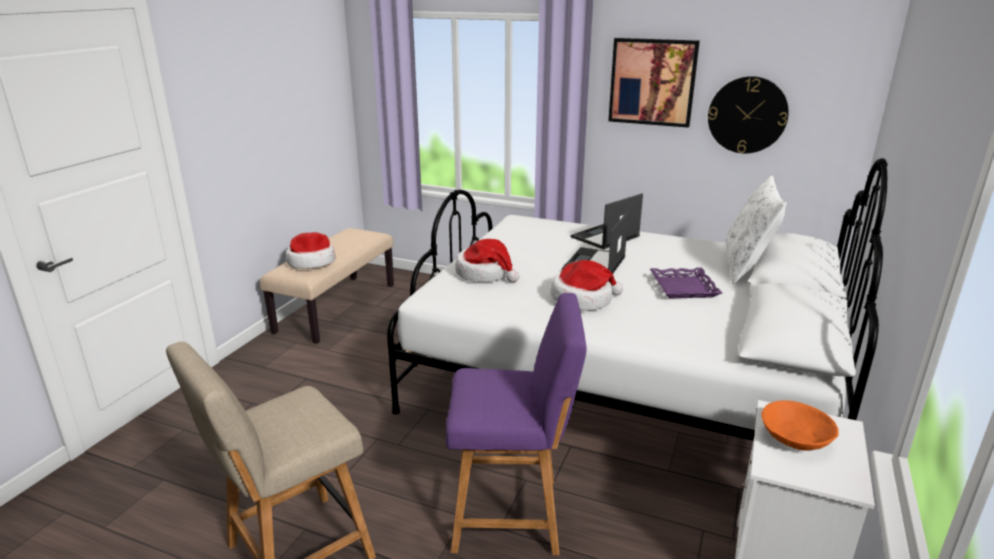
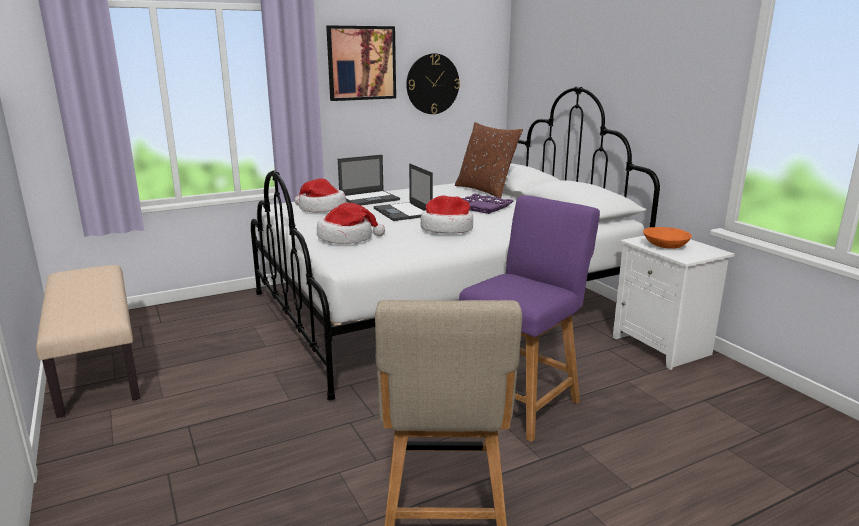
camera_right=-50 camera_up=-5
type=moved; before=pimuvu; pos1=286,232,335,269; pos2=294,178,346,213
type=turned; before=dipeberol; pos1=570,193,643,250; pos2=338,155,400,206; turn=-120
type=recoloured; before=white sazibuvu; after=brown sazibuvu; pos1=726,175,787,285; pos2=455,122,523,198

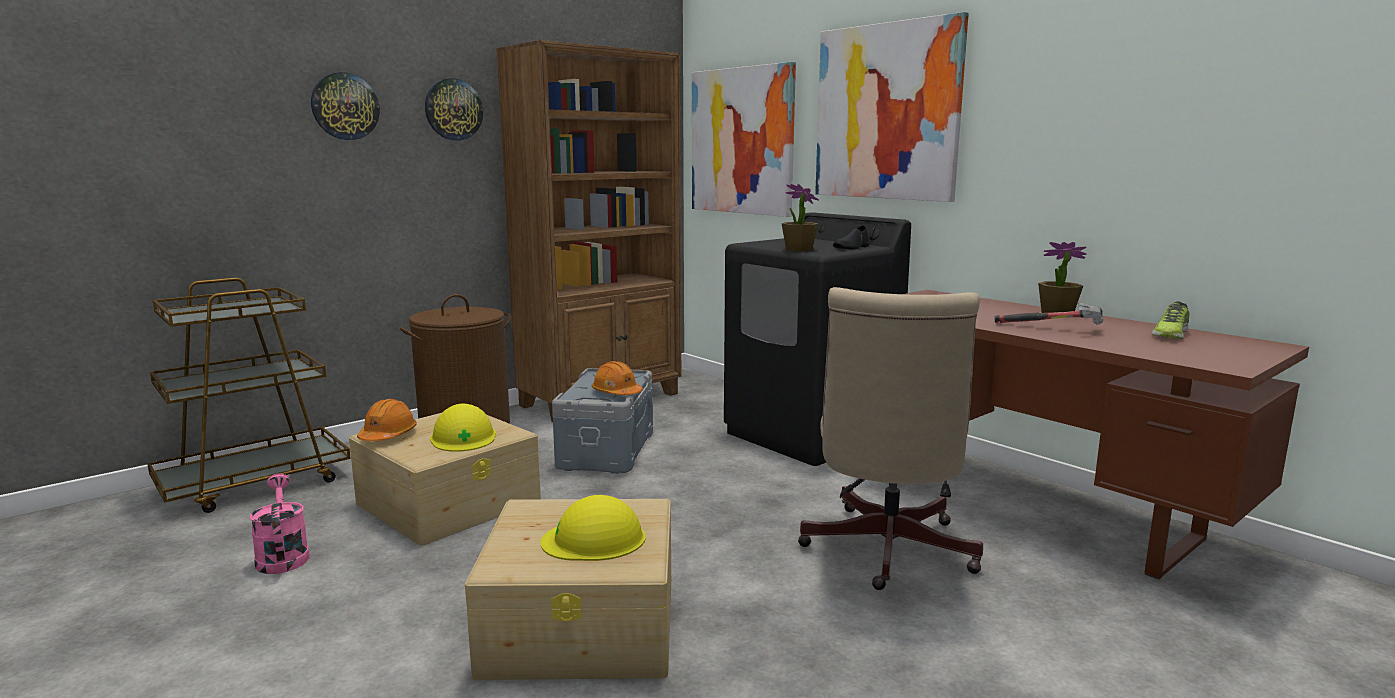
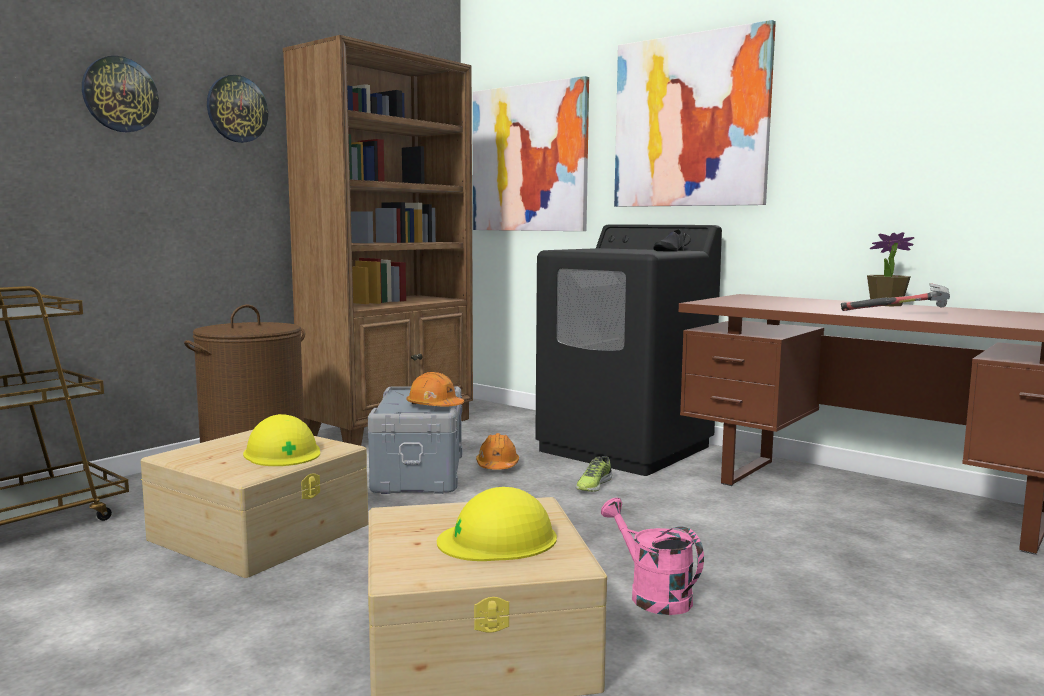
camera_right=-10 camera_up=-5
type=moved; before=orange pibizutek; pos1=357,399,417,441; pos2=476,433,519,470
type=moved; before=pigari; pos1=1152,301,1189,339; pos2=576,456,612,492
type=moved; before=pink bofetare; pos1=250,474,309,574; pos2=601,498,704,615
type=removed; before=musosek; pos1=781,184,819,251
type=removed; before=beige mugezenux; pos1=798,287,983,590

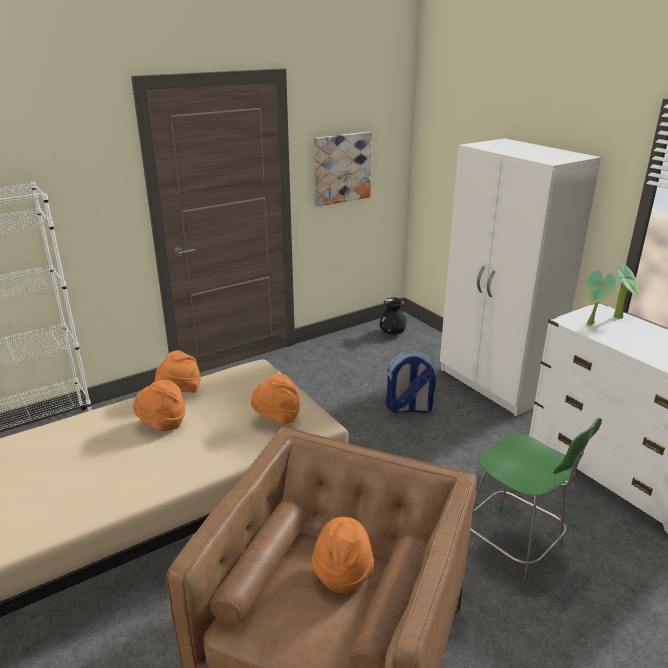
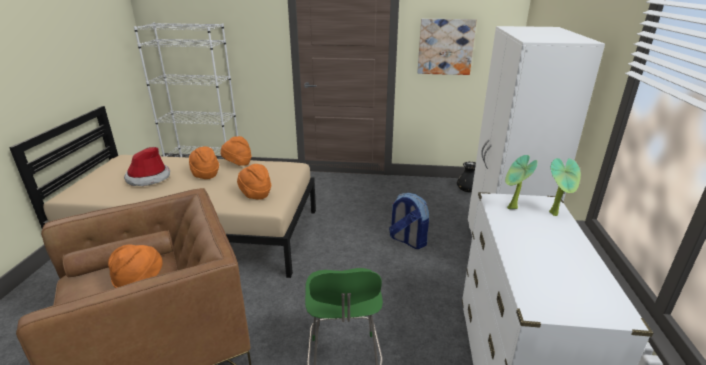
camera_right=40 camera_up=0
type=added; after=pimuvu; pos2=124,147,170,186

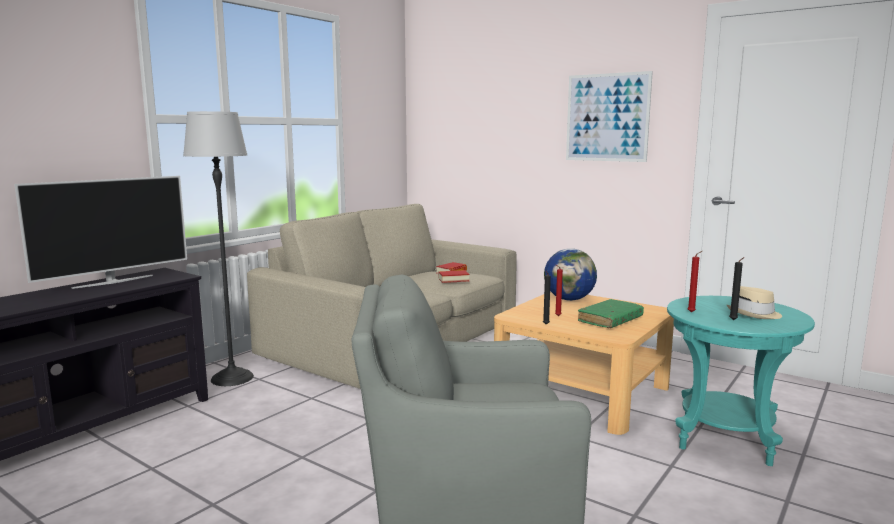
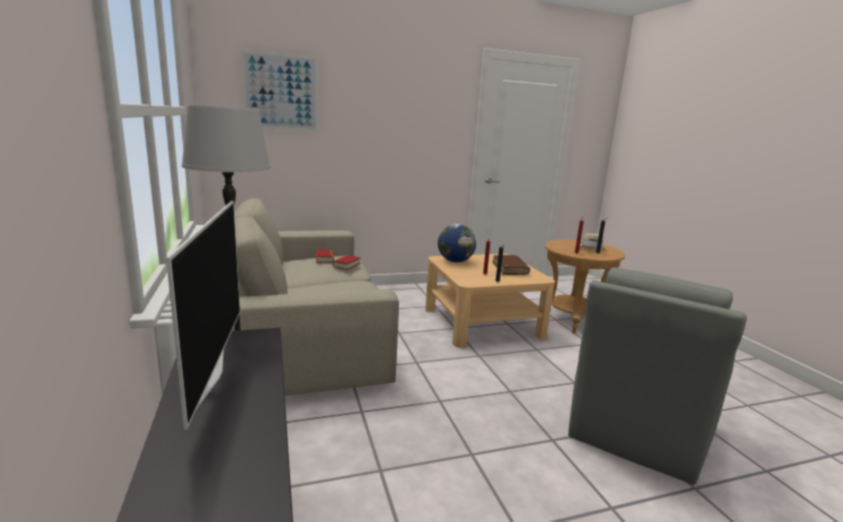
camera_right=-55 camera_up=5
type=moved; before=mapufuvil; pos1=566,71,653,162; pos2=241,50,318,131
type=recoloured; before=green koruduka; after=brown koruduka; pos1=578,299,644,328; pos2=493,255,530,275
type=recoloured; before=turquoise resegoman; after=brown resegoman; pos1=667,296,815,466; pos2=545,239,625,334

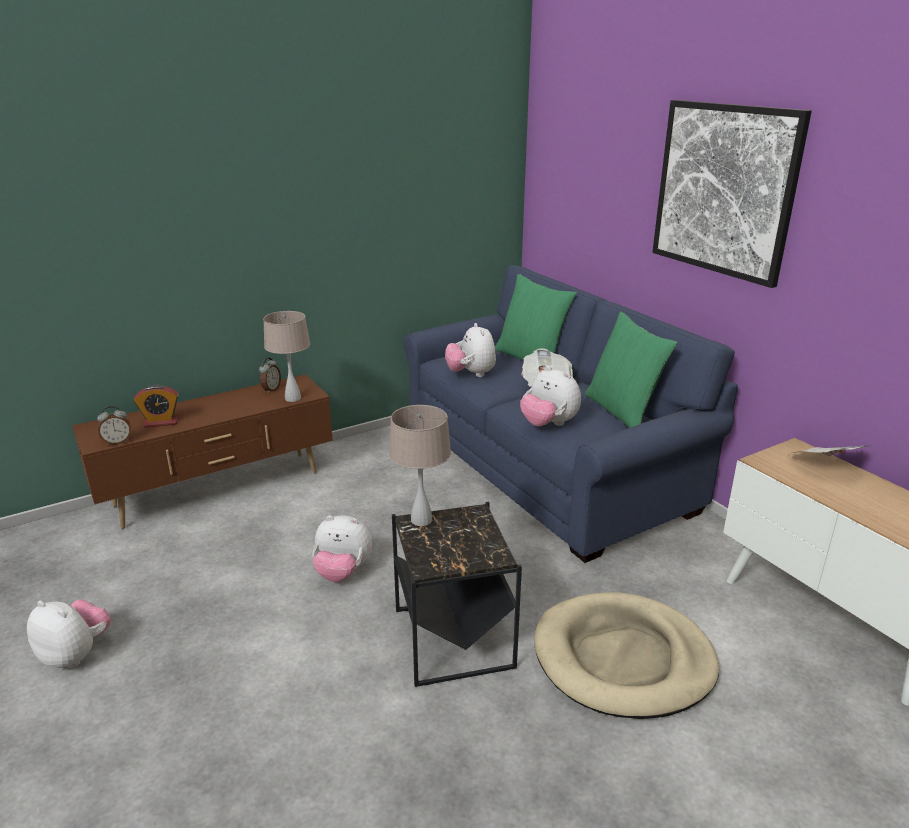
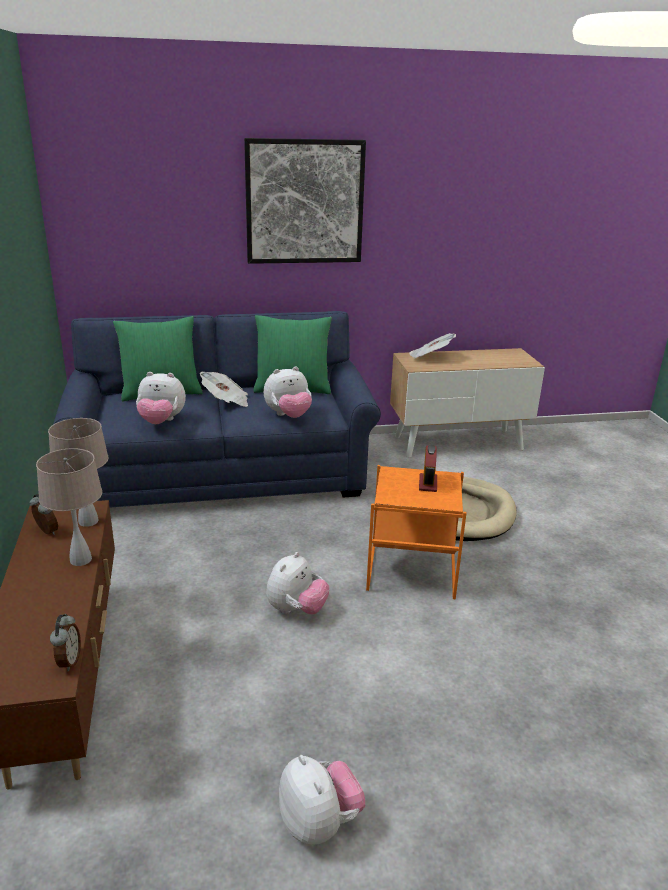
camera_right=-70 camera_up=0
type=moved; before=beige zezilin; pos1=389,405,451,526; pos2=36,448,102,566
type=turned; before=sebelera; pos1=27,599,111,668; pos2=279,755,365,845; turn=105
type=recoloured; before=black resegoman; after=orange resegoman; pos1=392,501,522,687; pos2=366,465,466,599
type=moved; before=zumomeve; pos1=134,385,179,428; pos2=419,444,437,492

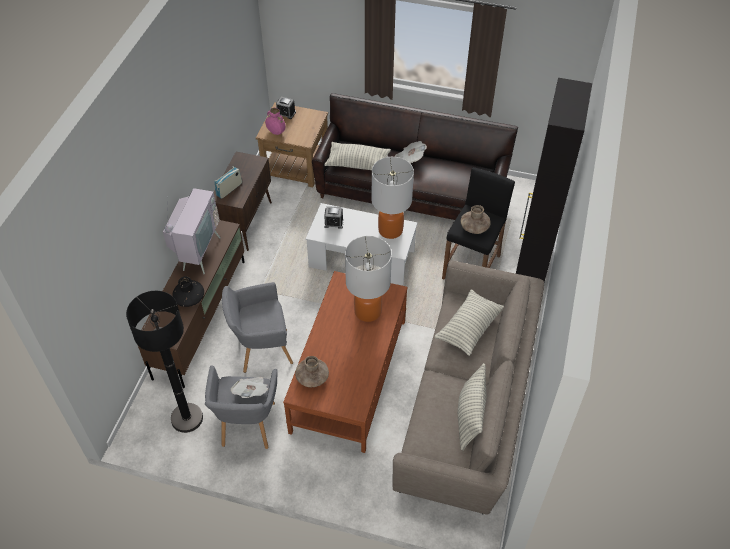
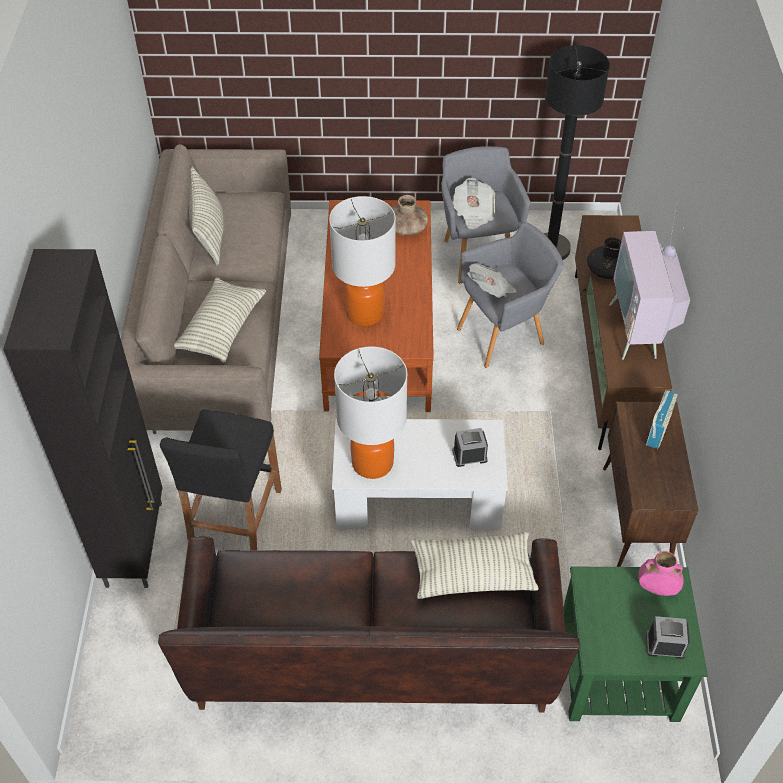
camera_right=165 camera_up=0
type=moved; before=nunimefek; pos1=395,141,427,163; pos2=467,263,516,298
type=recoloured; before=brown resegoman; after=green resegoman; pos1=256,102,328,187; pos2=563,566,708,722
type=removed; before=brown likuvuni; pos1=461,205,491,234

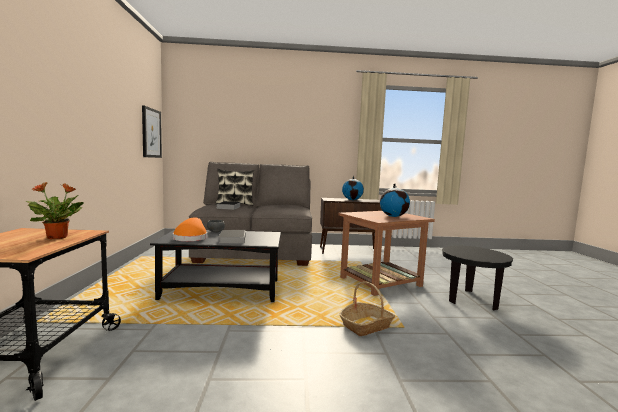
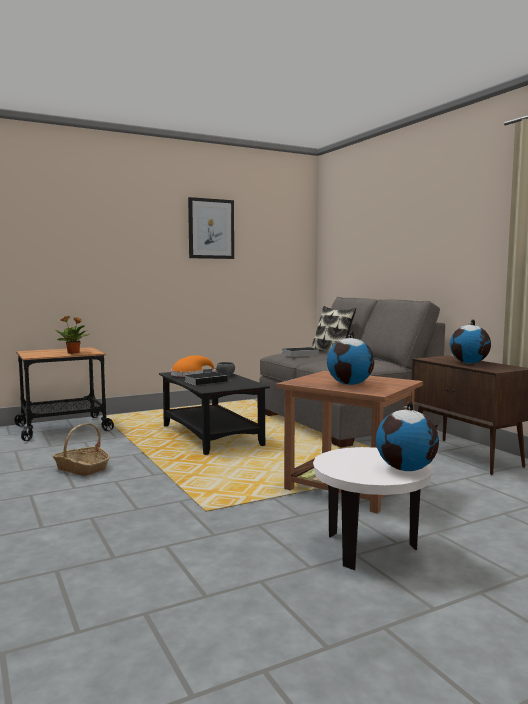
camera_right=65 camera_up=0
type=moved; before=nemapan; pos1=340,281,395,336; pos2=52,423,110,476
type=moved; before=mapufuvil; pos1=142,106,162,158; pos2=188,197,234,259
type=recoloured; before=black resegoman; after=white resegoman; pos1=442,246,513,310; pos2=313,447,433,570
type=added; after=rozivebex; pos2=376,401,439,471

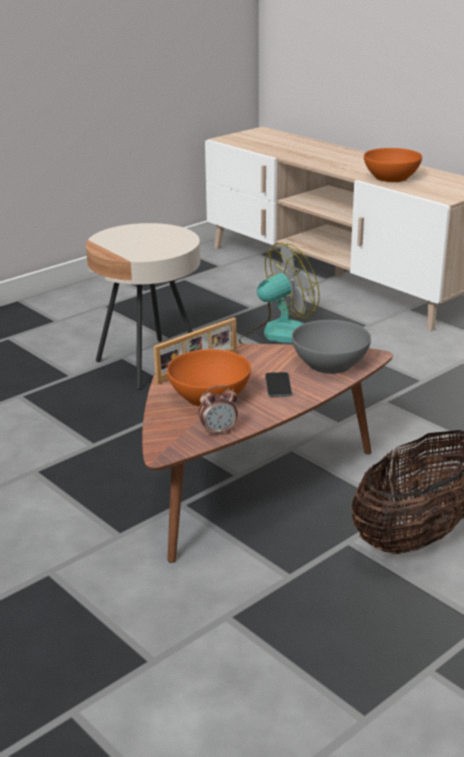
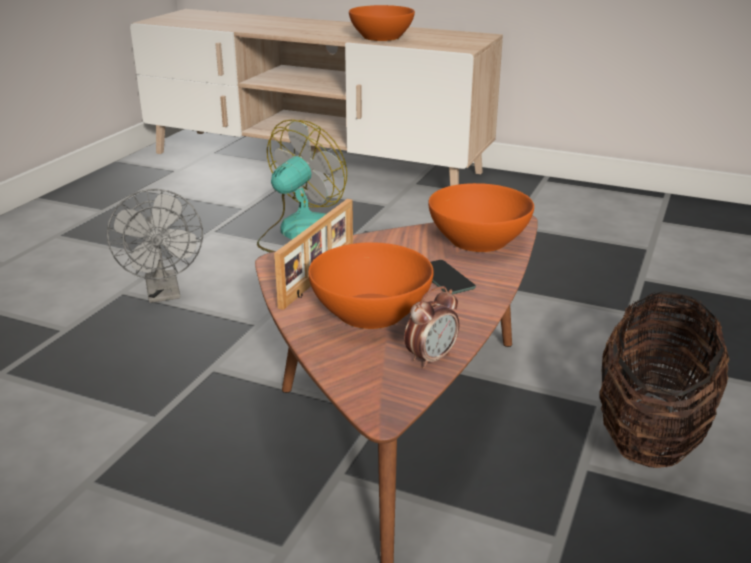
camera_right=-25 camera_up=0
type=replaced; before=beige resegoman; after=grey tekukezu; pos1=86,223,200,390; pos2=107,189,203,303
type=recoloured; before=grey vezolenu; after=orange vezolenu; pos1=292,320,371,374; pos2=428,183,534,252

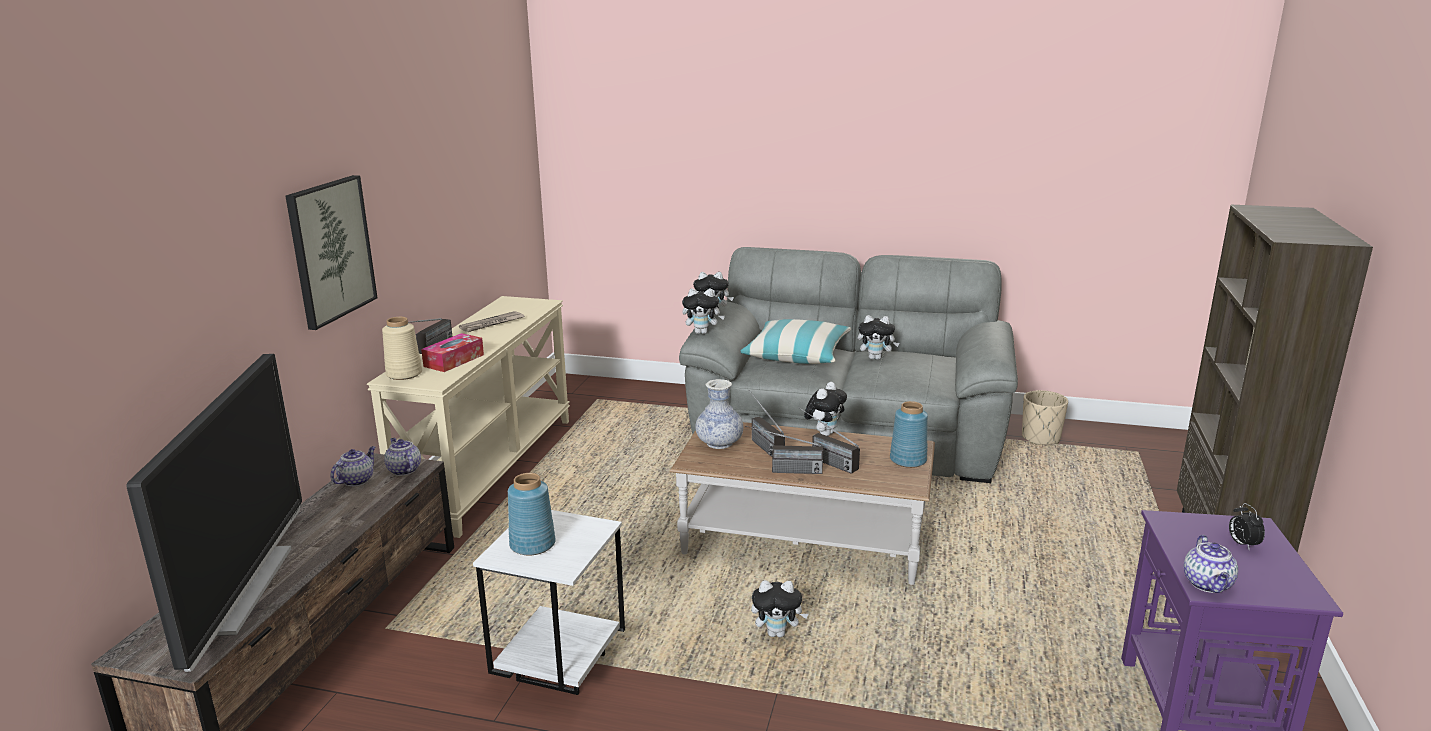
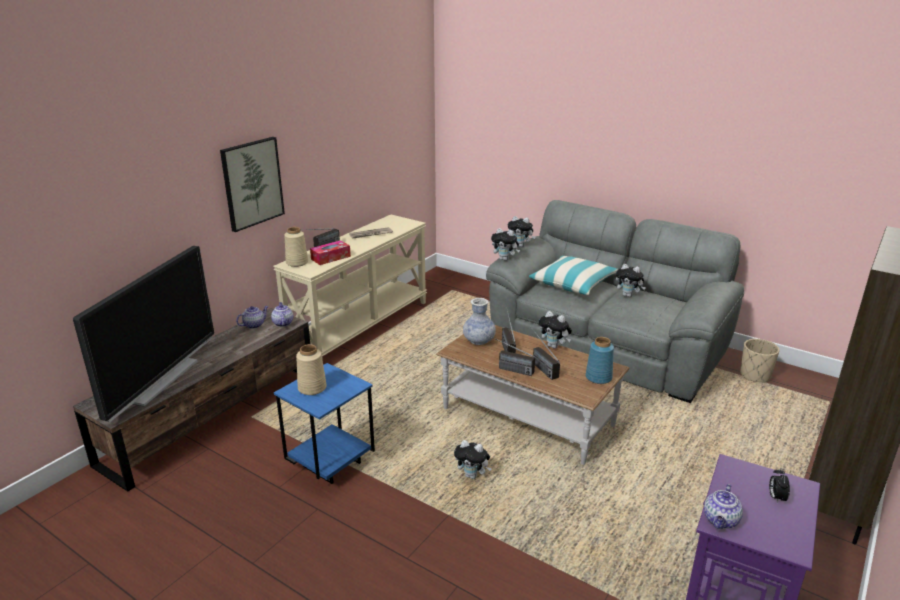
camera_right=20 camera_up=5
type=recoloured; before=white resegoman; after=blue resegoman; pos1=473,510,625,695; pos2=274,363,375,484
type=recoloured; before=blue likuvuni; after=beige likuvuni; pos1=508,473,556,555; pos2=296,344,327,395
type=turned; before=sebelera; pos1=804,382,847,436; pos2=539,311,572,349; turn=75

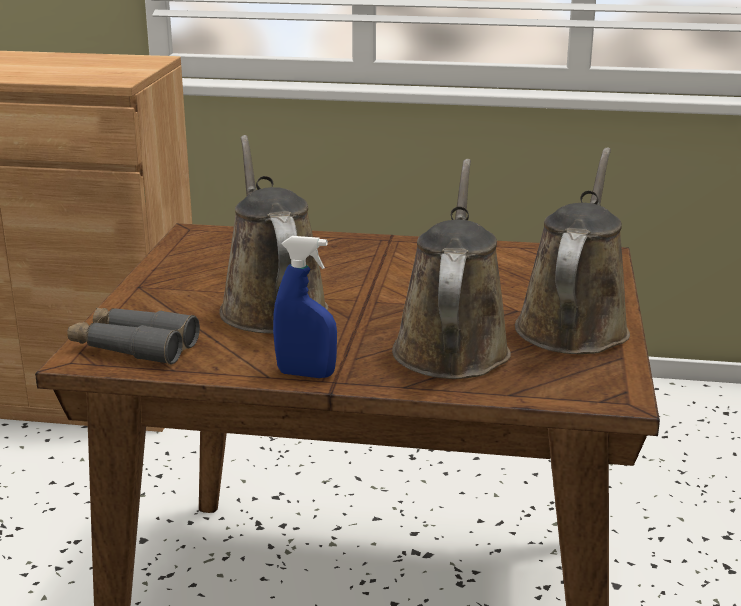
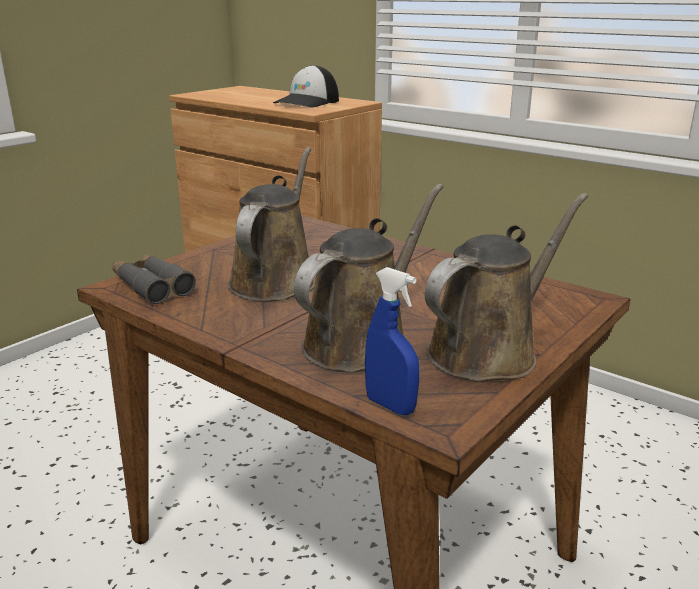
camera_right=30 camera_up=0
type=added; after=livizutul; pos2=273,65,339,107
type=moved; before=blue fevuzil; pos1=273,236,337,378; pos2=365,267,419,415

